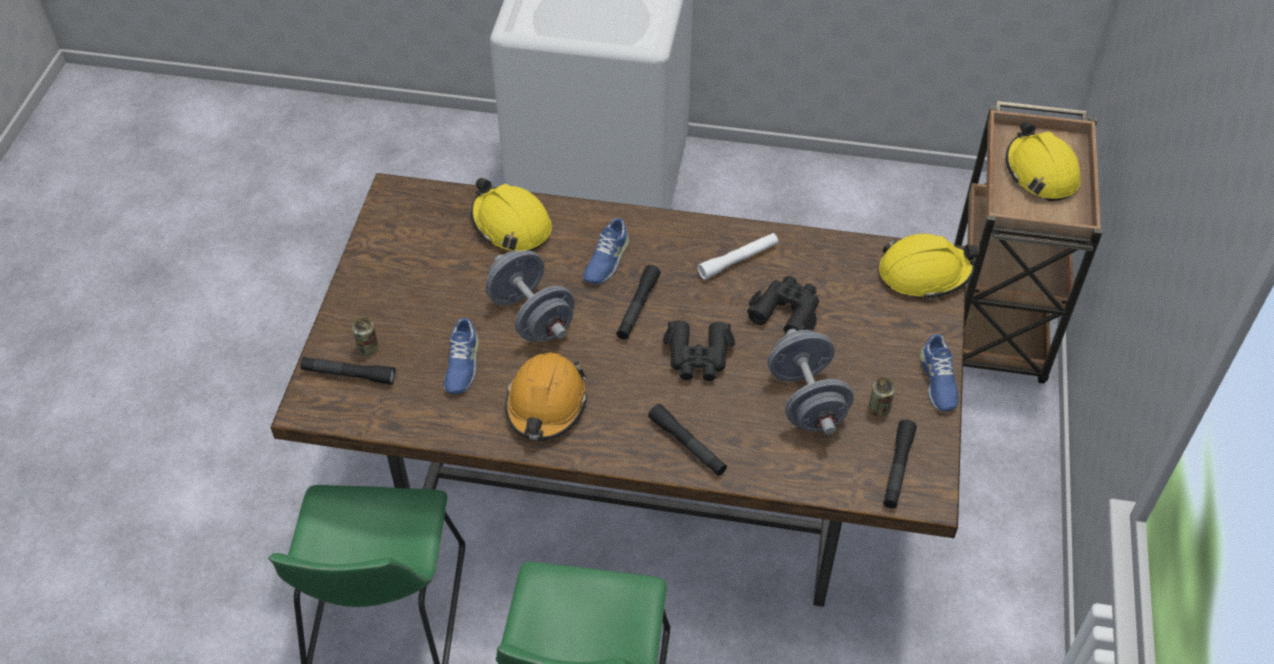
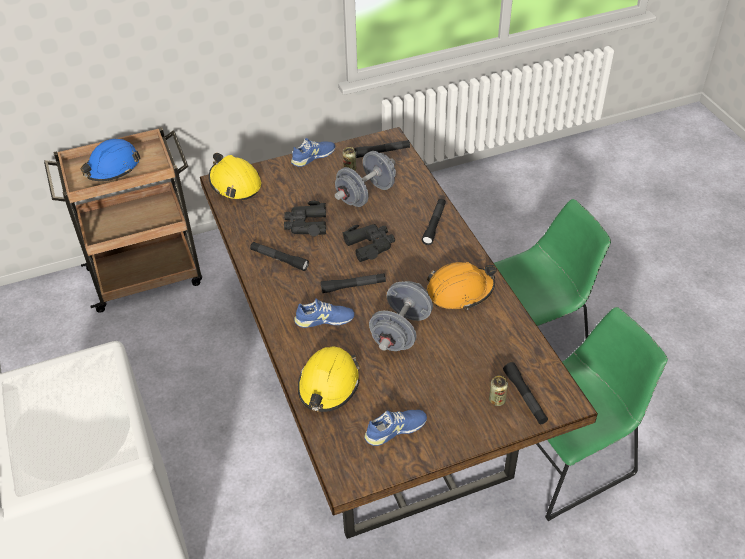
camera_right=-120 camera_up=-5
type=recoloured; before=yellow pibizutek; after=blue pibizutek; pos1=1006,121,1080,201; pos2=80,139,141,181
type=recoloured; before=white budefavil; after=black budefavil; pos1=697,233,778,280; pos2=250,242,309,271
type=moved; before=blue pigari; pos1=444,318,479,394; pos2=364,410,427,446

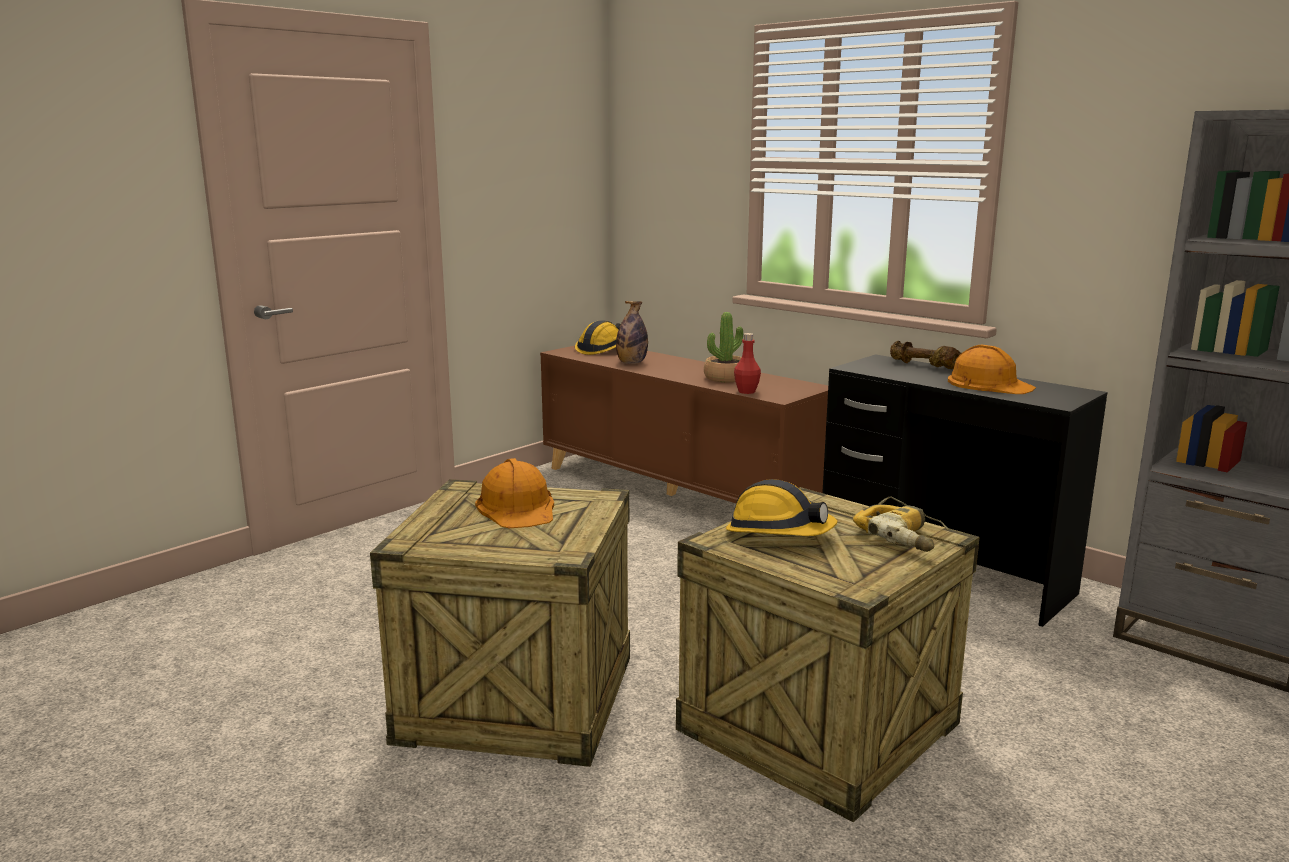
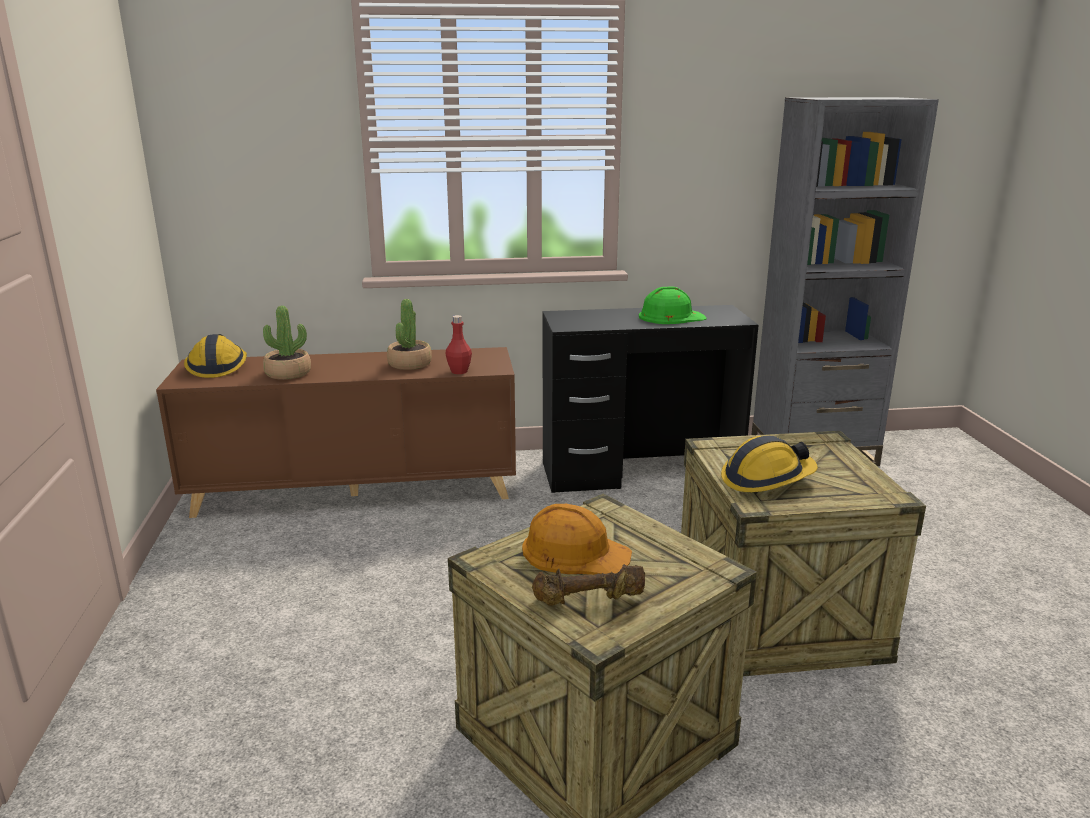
camera_right=-50 camera_up=5
type=replaced; before=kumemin; after=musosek; pos1=616,301,648,364; pos2=263,306,311,380
type=moved; before=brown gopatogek; pos1=890,341,961,369; pos2=532,564,645,606
type=recoloured; before=orange pibizutek; after=green pibizutek; pos1=948,345,1036,394; pos2=639,286,707,324
type=removed; before=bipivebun; pos1=853,497,949,552

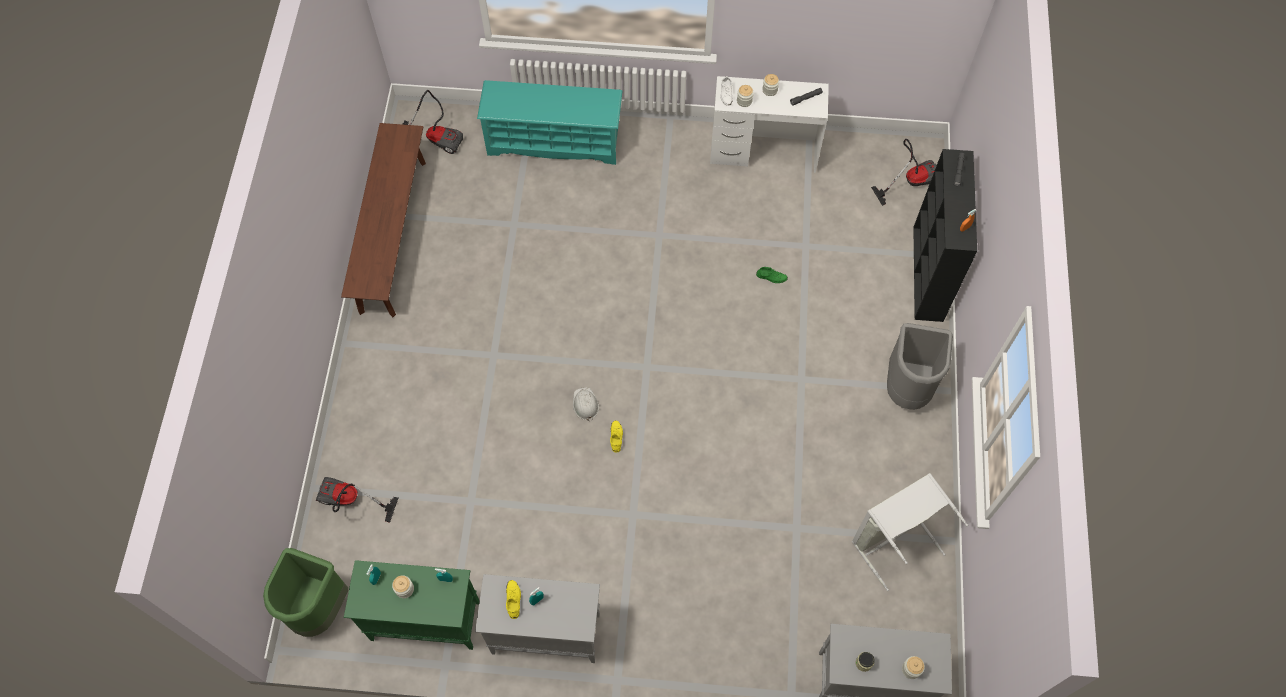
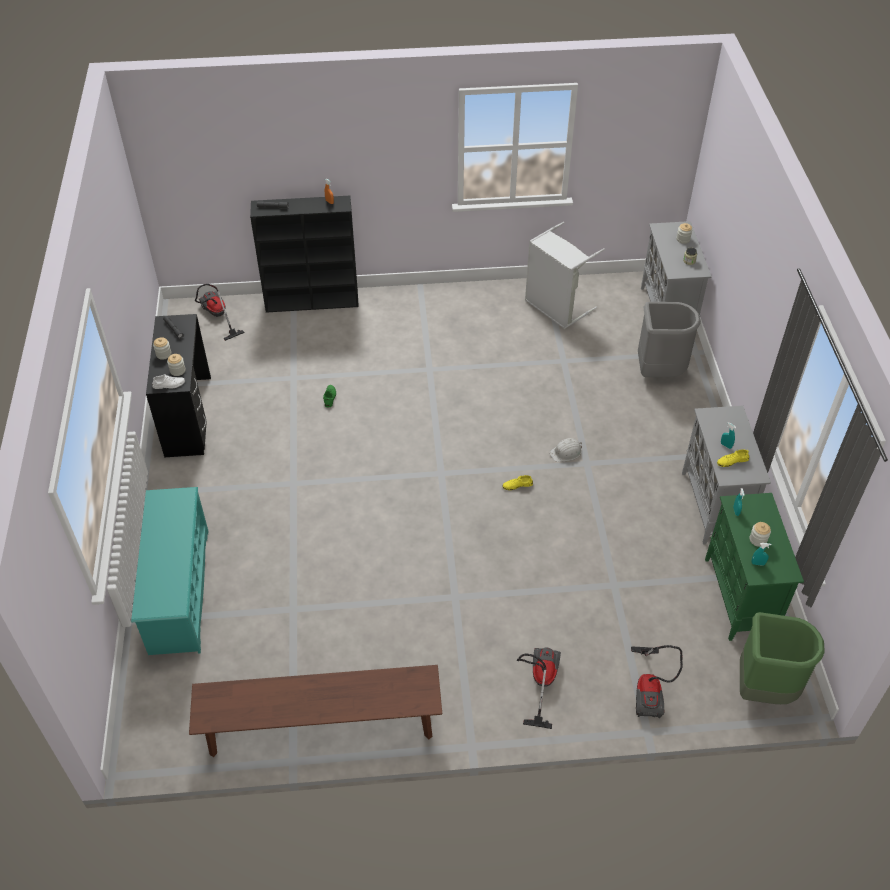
camera_right=-100 camera_up=-15
type=recoloured; before=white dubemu; after=black dubemu; pos1=710,76,829,173; pos2=146,314,211,458
type=moved; before=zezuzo; pos1=402,90,463,154; pos2=517,648,561,729
type=moved; before=white pibizutek; pos1=573,387,599,421; pos2=549,438,582,462
type=moved; before=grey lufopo; pos1=887,323,953,410; pos2=638,302,701,377

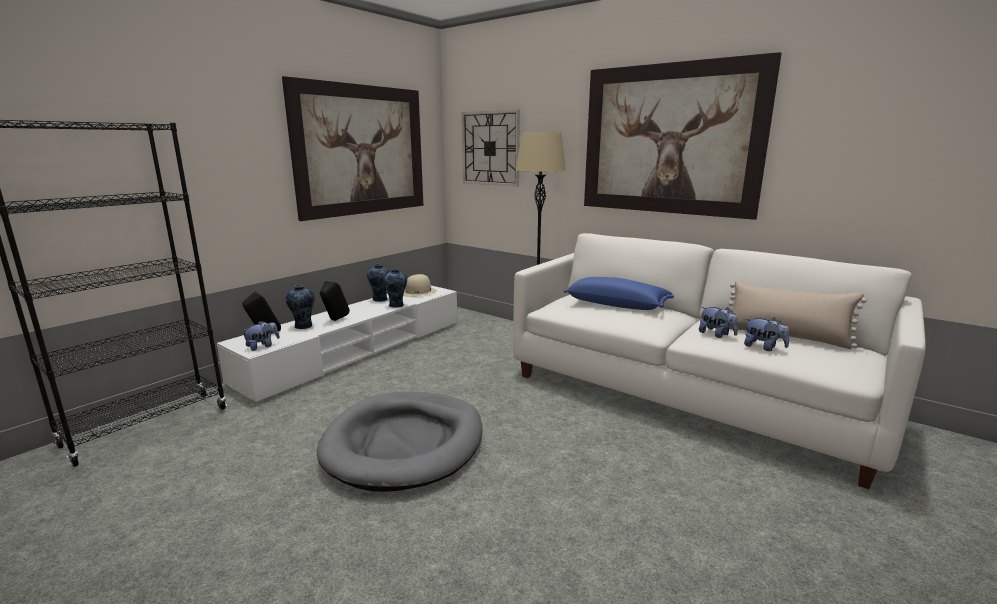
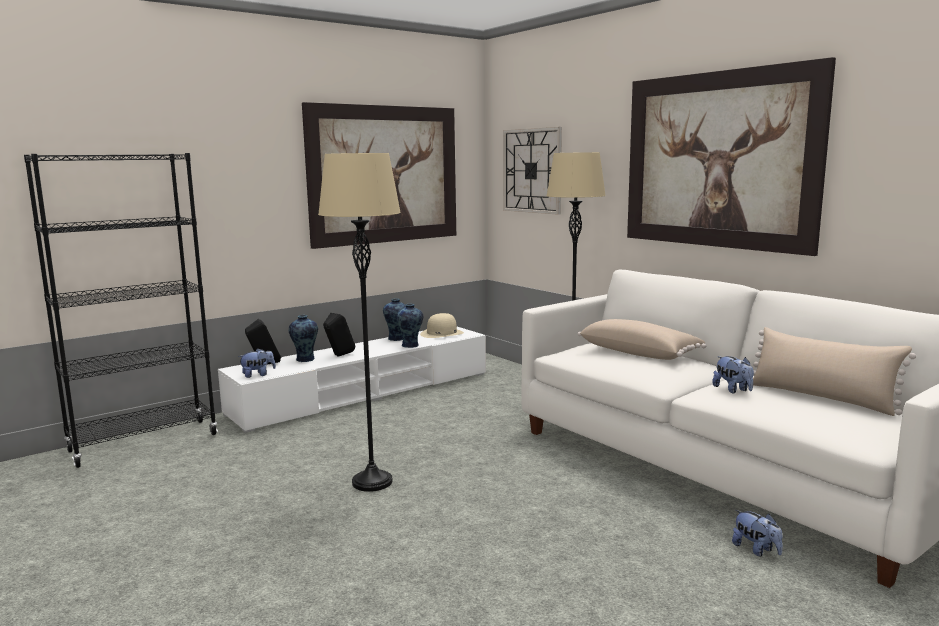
camera_right=15 camera_up=-5
type=replaced; before=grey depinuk; after=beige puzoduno; pos1=317,392,482,492; pos2=318,153,401,492
type=recoloured; before=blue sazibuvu; after=beige sazibuvu; pos1=564,277,674,310; pos2=578,319,706,360
type=moved; before=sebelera; pos1=744,317,789,351; pos2=732,510,783,557

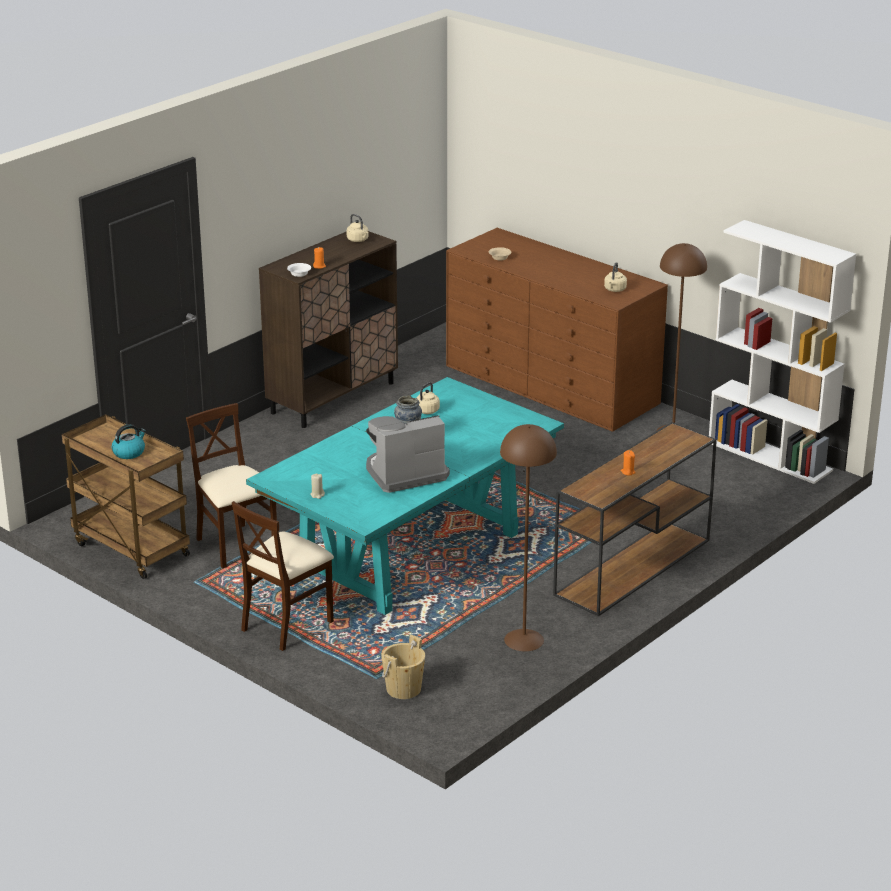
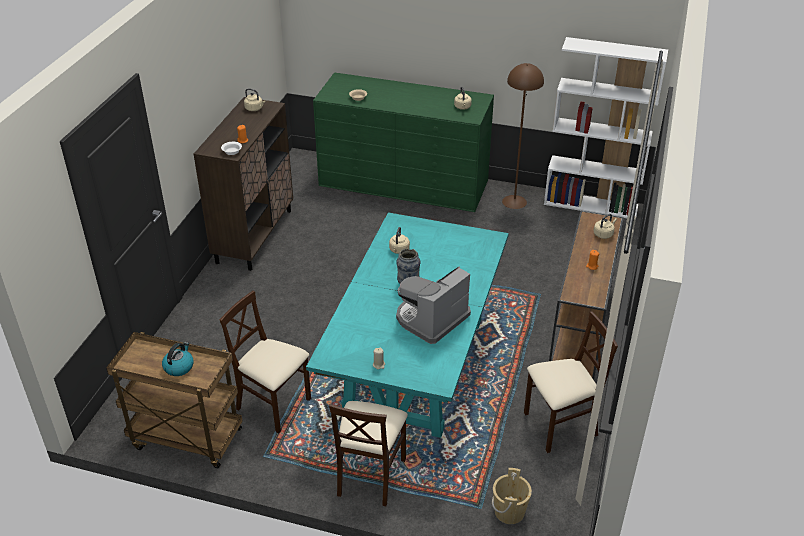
camera_right=-25 camera_up=10
type=recoloured; before=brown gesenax; after=green gesenax; pos1=446,228,668,432; pos2=313,72,494,212
type=replaced; before=brown puzoduno; after=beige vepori; pos1=500,424,557,651; pos2=524,312,618,453
type=added; after=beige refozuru; pos2=594,214,617,239

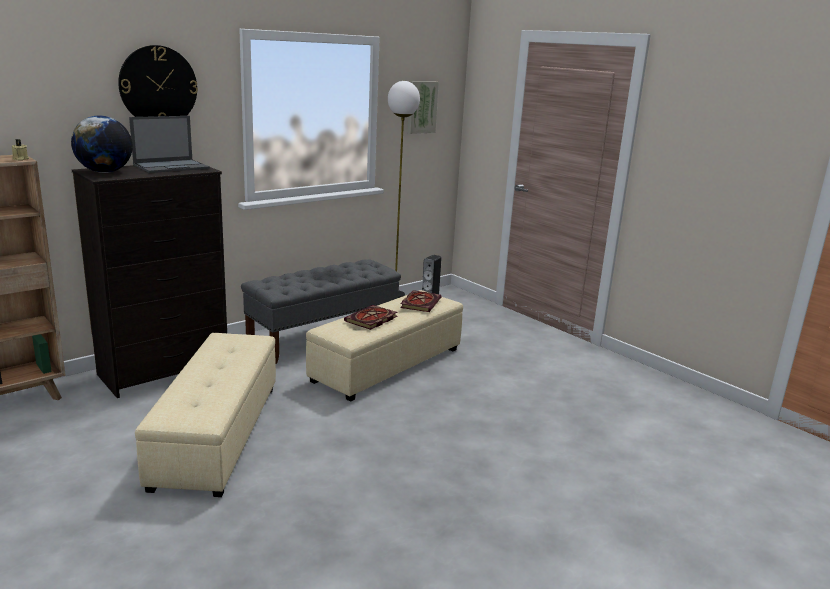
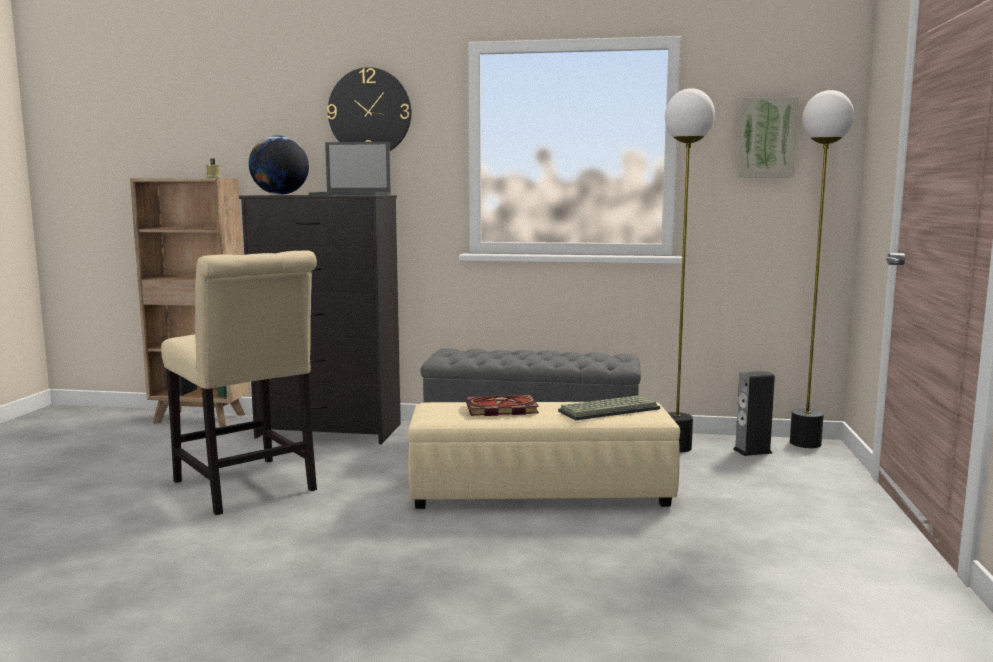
camera_right=50 camera_up=-10
type=replaced; before=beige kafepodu; after=beige vepori; pos1=135,333,276,497; pos2=161,251,317,515
type=replaced; before=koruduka; after=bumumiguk; pos1=400,290,442,312; pos2=558,395,660,421
type=added; after=puzoduno; pos2=790,90,854,448

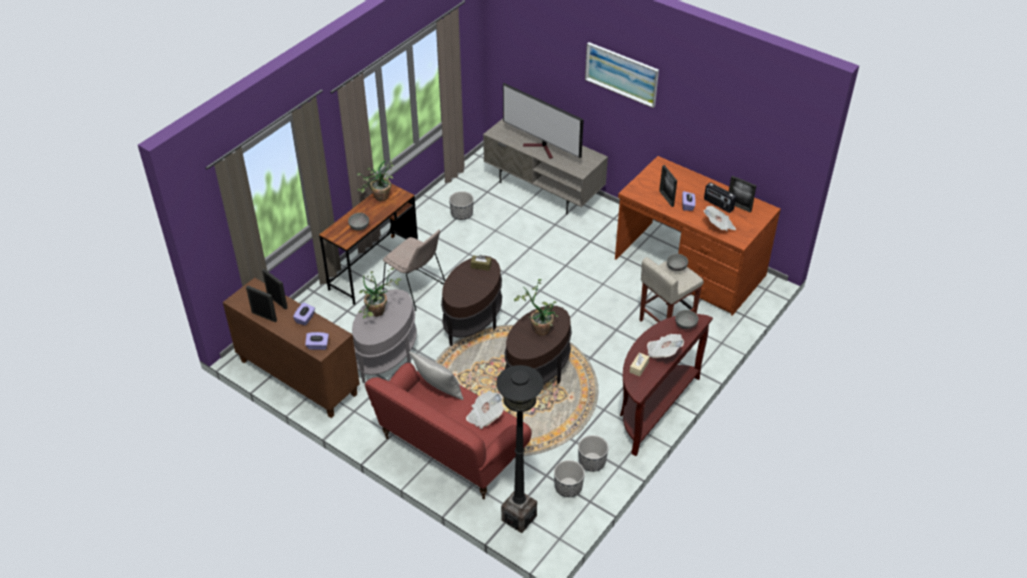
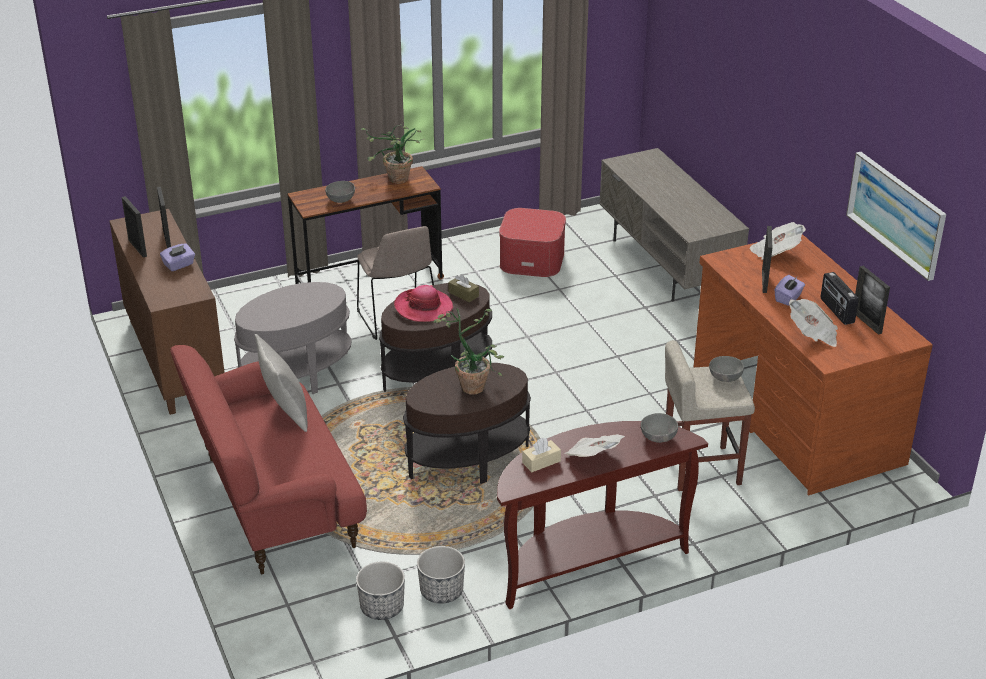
camera_right=30 camera_up=-10
type=added; after=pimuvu; pos2=394,285,453,322
type=replaced; before=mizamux; after=kafepodu; pos1=449,191,474,220; pos2=499,208,566,277
type=moved; before=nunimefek; pos1=466,391,504,429; pos2=750,222,806,260
type=moved; before=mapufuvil; pos1=585,42,659,108; pos2=846,152,946,281
type=removed; before=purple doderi; pos1=305,332,329,350
type=removed; before=musosek; pos1=359,268,401,318
type=removed; before=black puzoduno; pos1=496,365,544,533
type=removed; before=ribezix; pos1=503,83,584,159

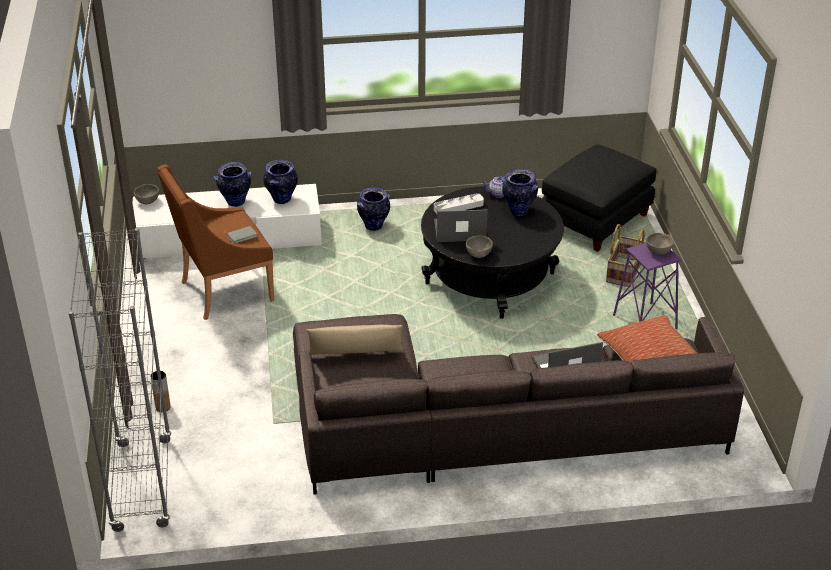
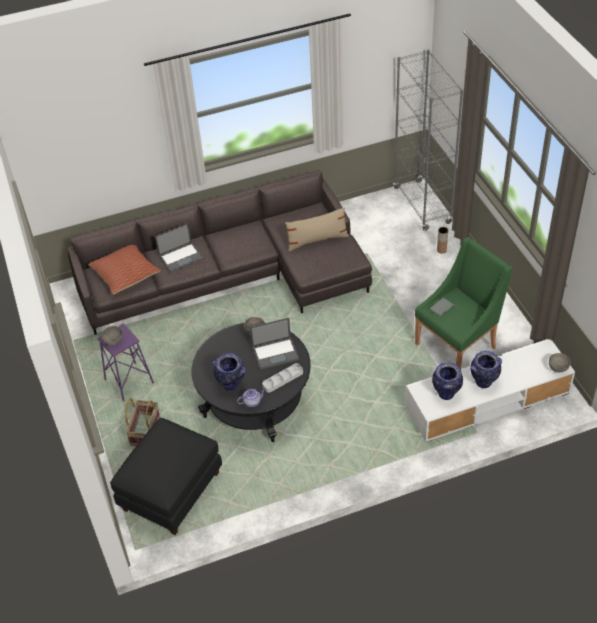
camera_right=170 camera_up=10
type=recoloured; before=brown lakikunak; after=green lakikunak; pos1=157,164,274,320; pos2=415,237,513,369
type=removed; before=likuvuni; pos1=357,188,390,231

